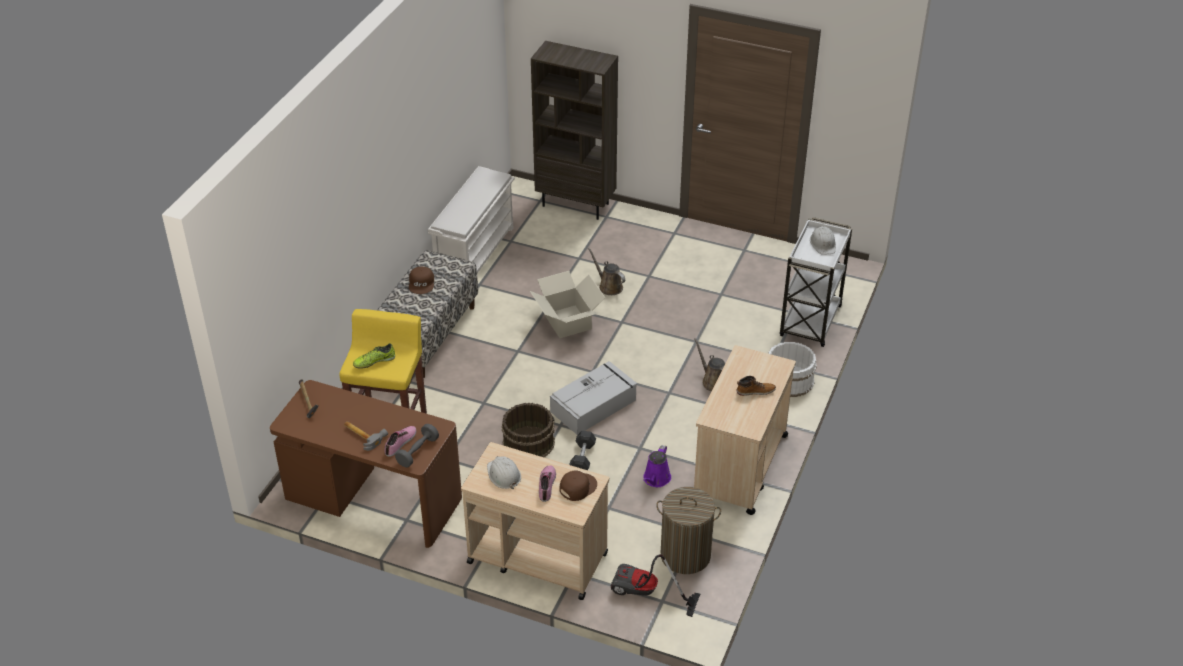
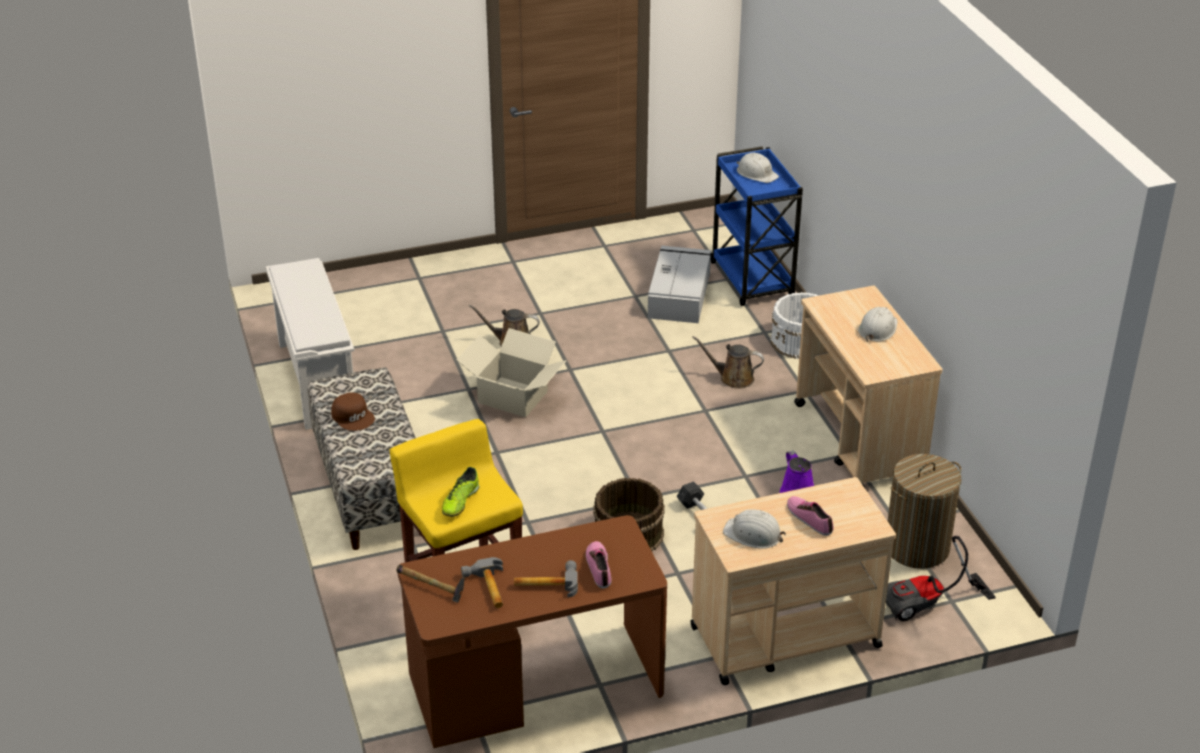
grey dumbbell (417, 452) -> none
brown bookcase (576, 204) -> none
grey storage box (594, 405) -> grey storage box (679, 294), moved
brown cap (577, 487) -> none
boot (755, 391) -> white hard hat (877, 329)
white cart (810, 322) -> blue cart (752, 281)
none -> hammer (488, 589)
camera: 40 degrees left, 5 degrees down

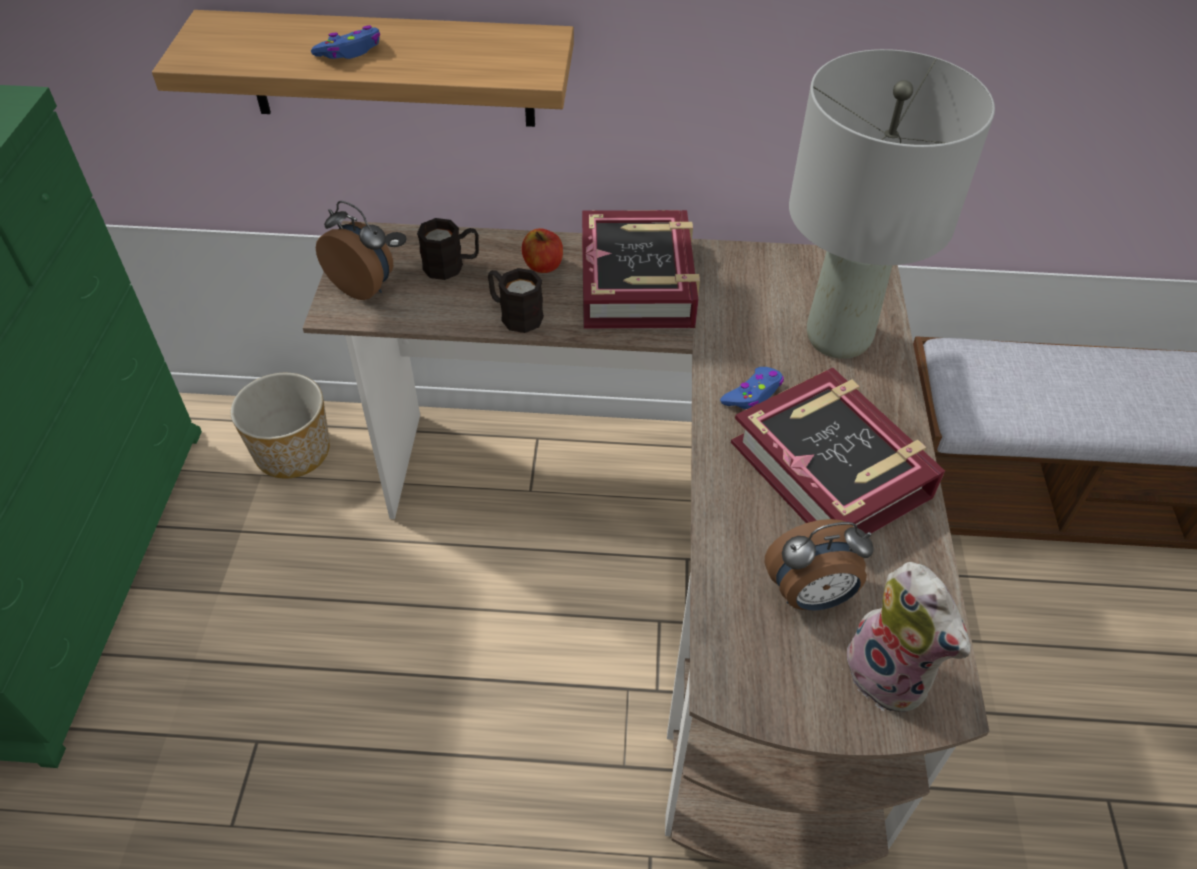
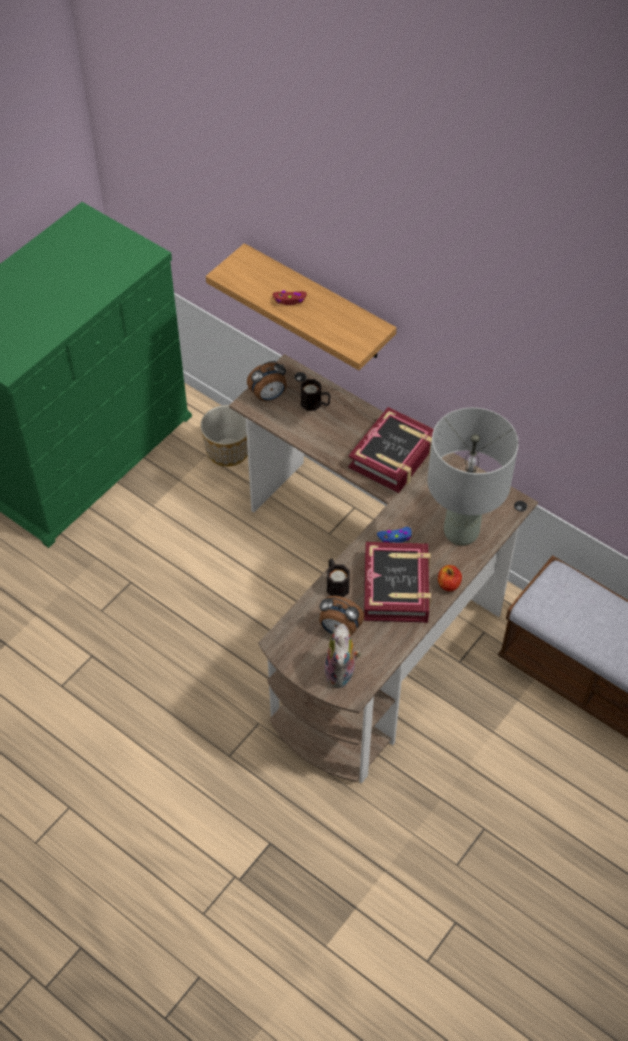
blue game controller (350, 51) -> red game controller (289, 300)
alarm clock (364, 286) -> alarm clock (269, 396), 90 degrees clockwise
black mug (515, 314) -> black mug (336, 584), moved
apple (543, 265) -> apple (448, 584), moved
camera: 35 degrees right, 5 degrees up

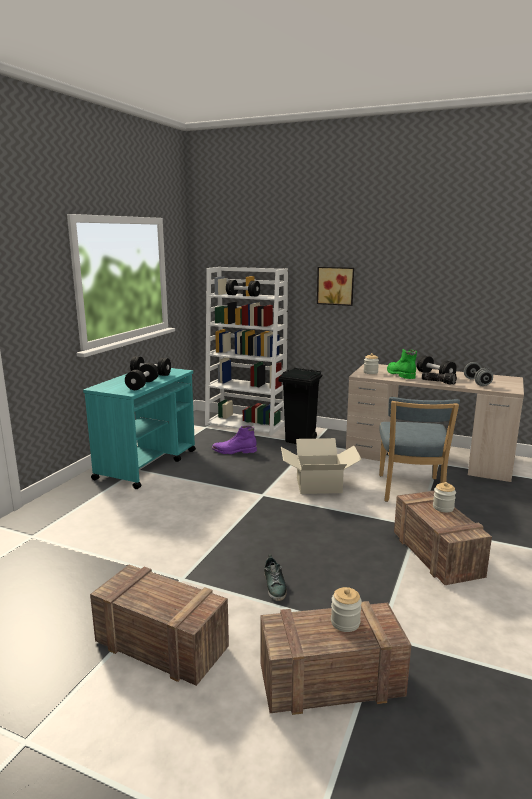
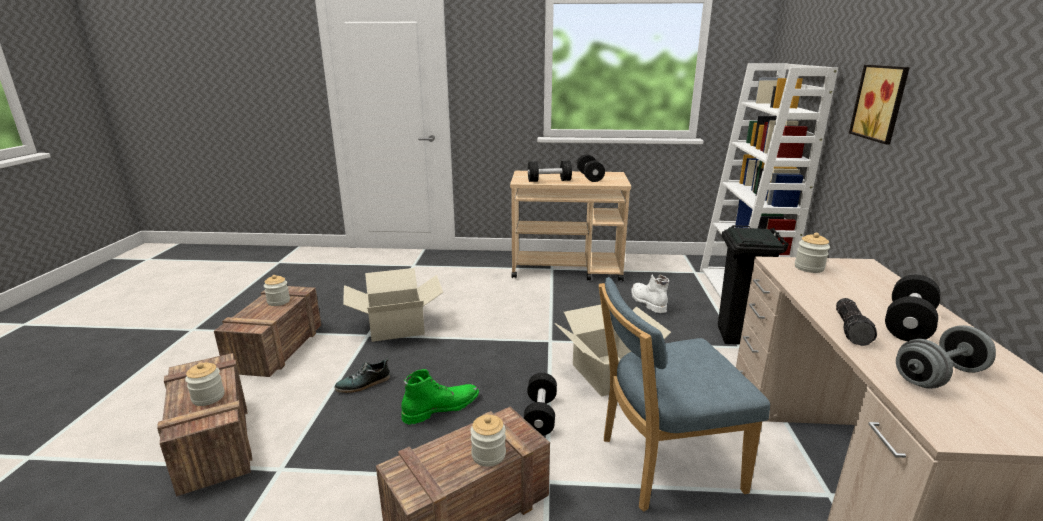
turquoise cart (147, 464) -> beige cart (567, 269)
purple boot (233, 451) -> white boot (646, 301)
black dumbbell (243, 295) -> black dumbbell (540, 415), moved
green boot (399, 374) -> green boot (441, 407), moved
none -> jar (278, 301)
none -> cardboard box (396, 327)
camera: 70 degrees right, 5 degrees up

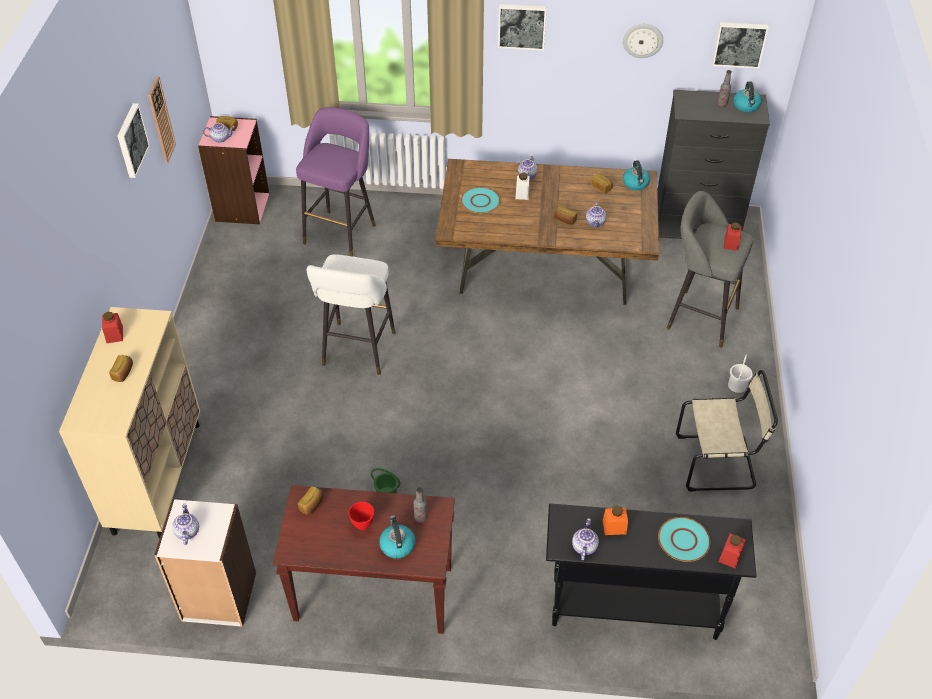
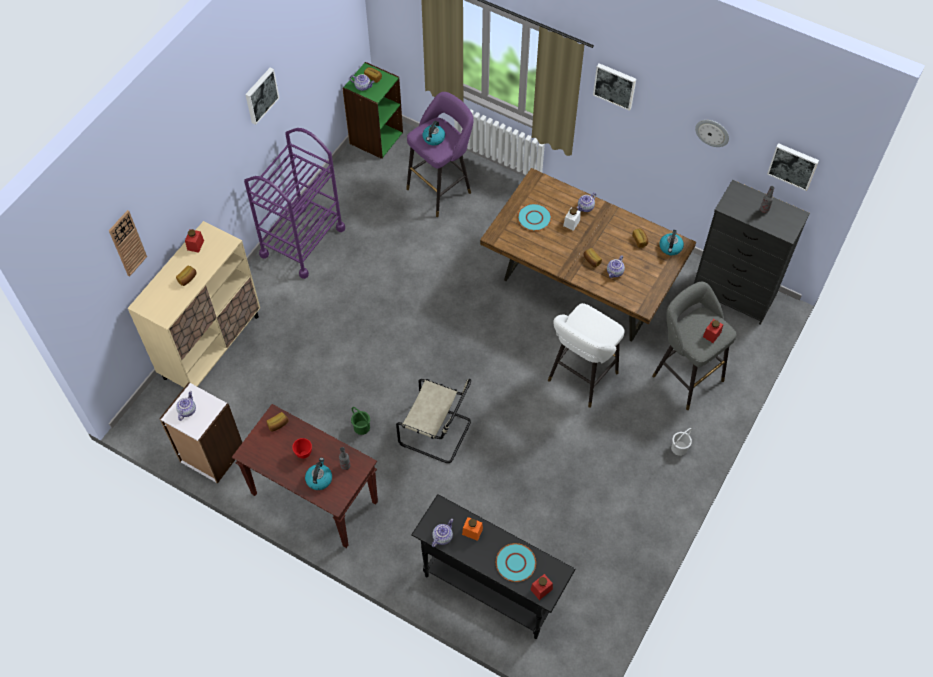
wall clock (161, 120) -> wall clock (127, 243), moved
pink bookcase (241, 207) -> green bookcase (375, 137)
white stool (357, 352) -> white stool (580, 379), moved
beige chair (718, 462) -> beige chair (438, 433), moved
kettle (746, 106) -> kettle (433, 139), moved
none -> purple cart (302, 241)
camera: 25 degrees right, 10 degrees up

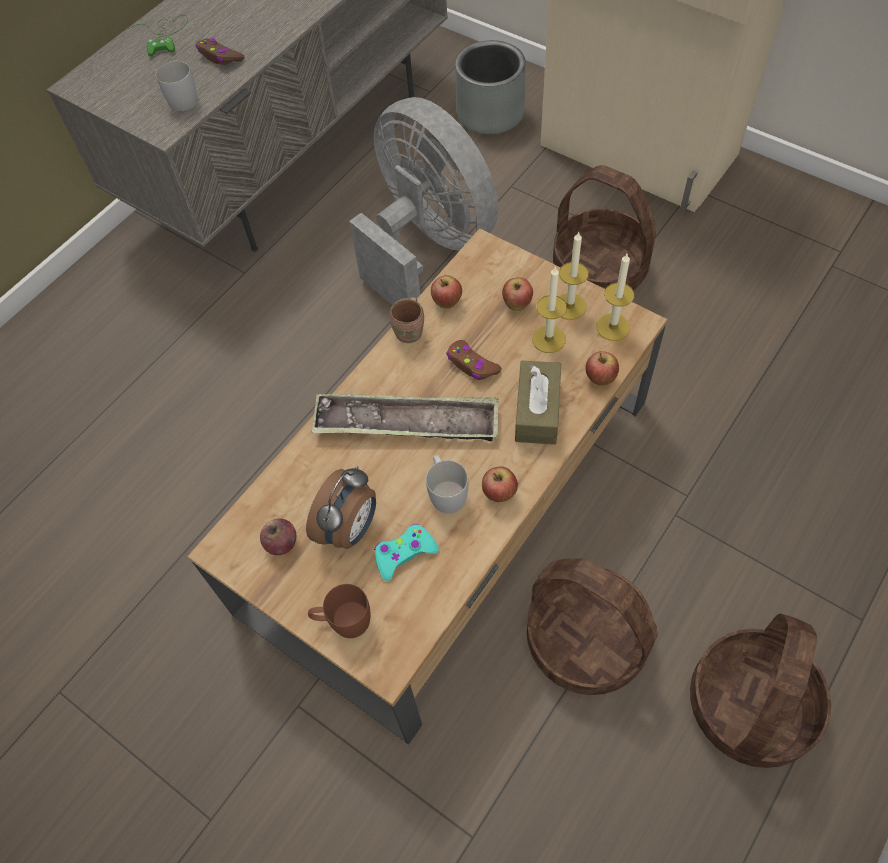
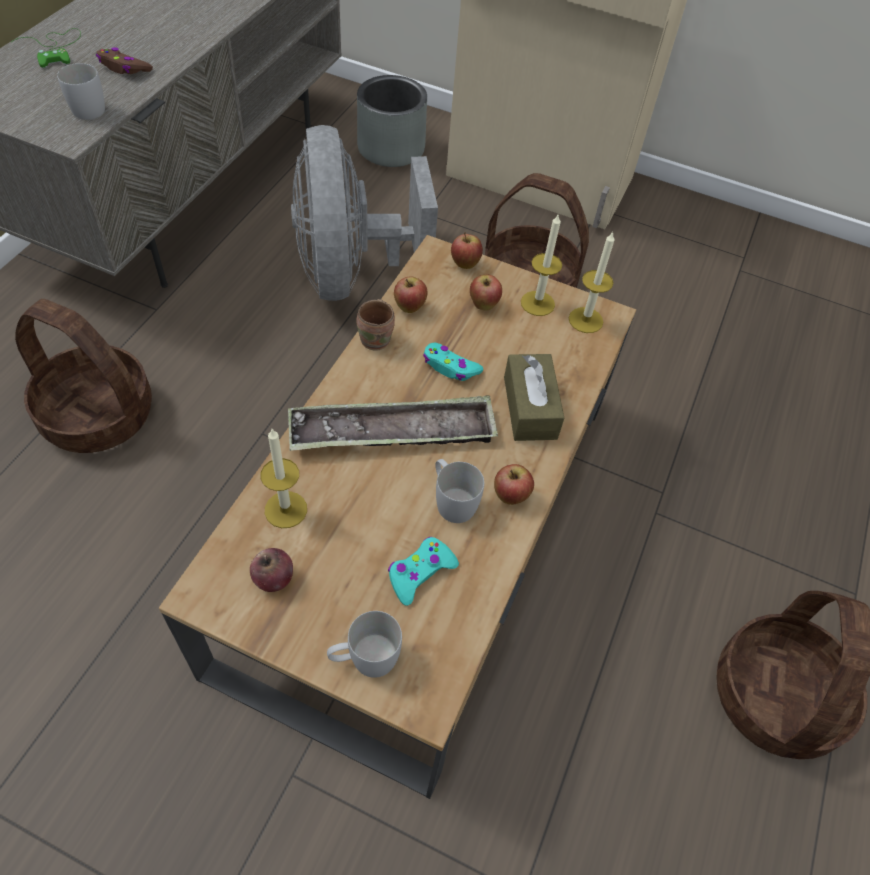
alarm clock (350, 528) -> none
brown mug (343, 621) -> white mug (364, 658)
grey fan (427, 246) -> grey fan (351, 272), 135 degrees counterclockwise
brown game controller (472, 365) -> turquoise game controller (450, 367)
basket (585, 639) -> basket (97, 415), moved
candle (548, 339) -> candle (286, 509), moved
apple (600, 379) -> apple (465, 264), moved
camera: 20 degrees left, 5 degrees down

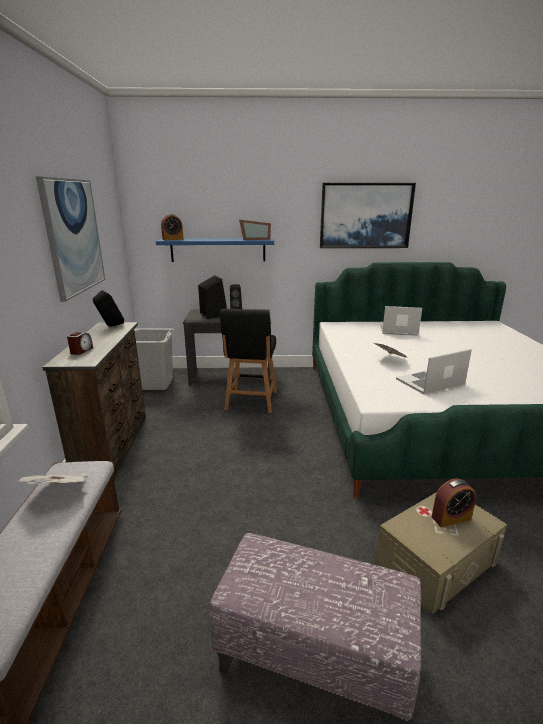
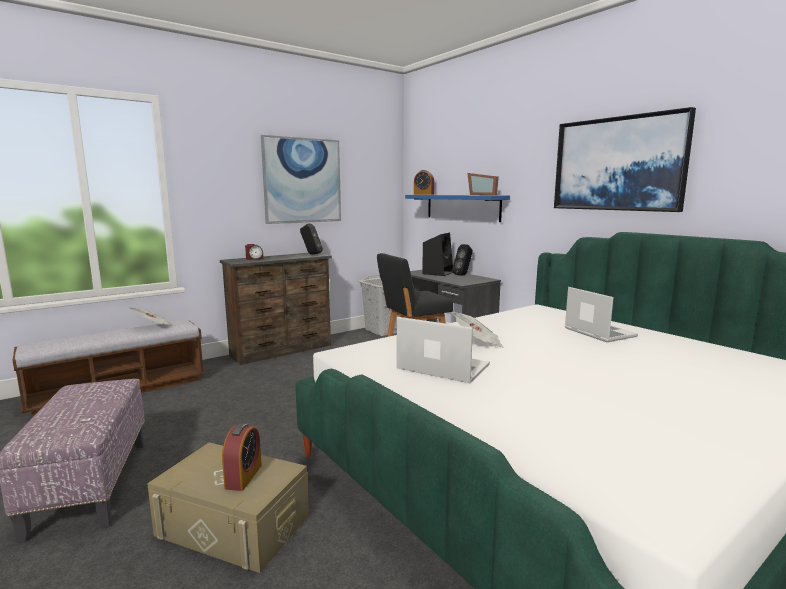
alarm clock (451, 518) -> alarm clock (243, 476), 120 degrees counterclockwise
camera: 55 degrees right, 10 degrees down

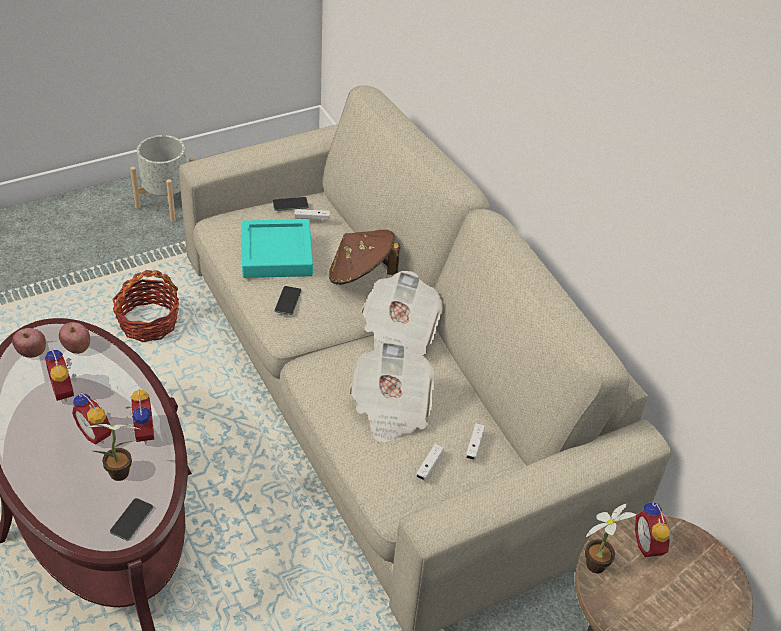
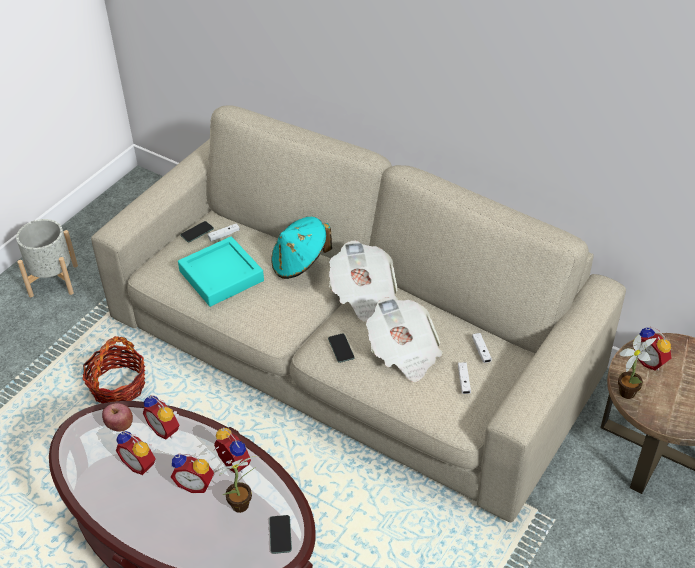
apple (32, 352) -> none
phone (288, 301) -> phone (341, 348), moved
brown hat (361, 275) -> turquoise hat (300, 263)
none -> alarm clock (166, 429)
camera: 25 degrees left, 0 degrees up

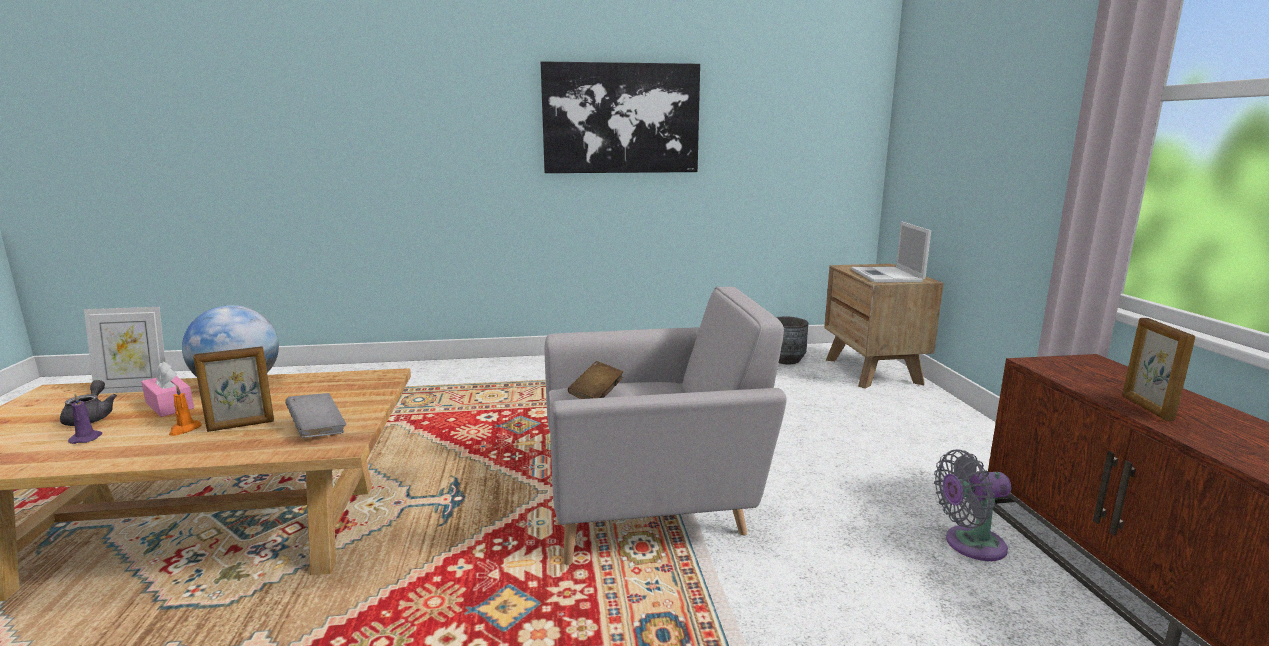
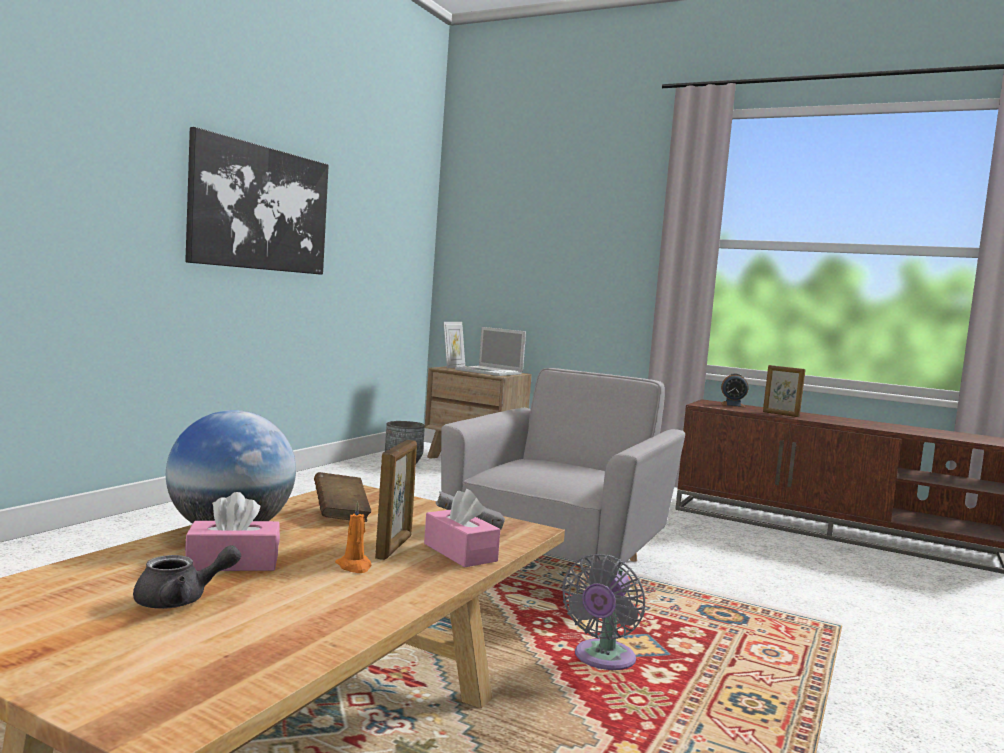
grey teapot (91, 417) -> grey teapot (181, 600), 135 degrees clockwise
purple candle (87, 438) -> none
picture frame (135, 389) -> picture frame (453, 367), moved
brown book (596, 395) -> brown book (341, 514), moved
grey fan (969, 544) -> grey fan (602, 660), moved
none -> pink tissue box (460, 552)
none -> alarm clock (732, 405)
camera: 55 degrees left, 10 degrees down

